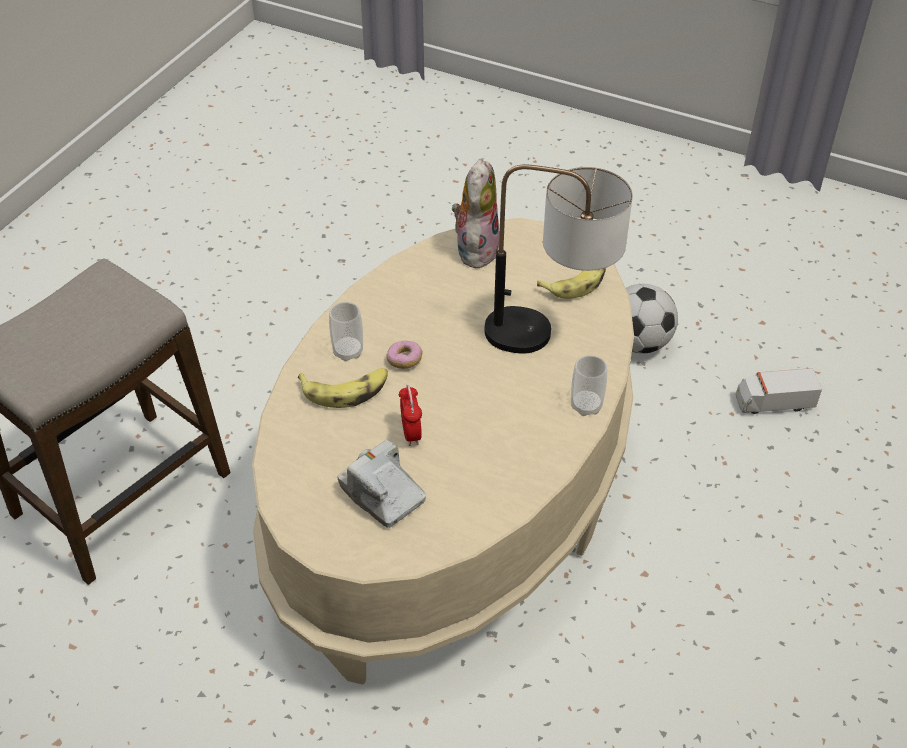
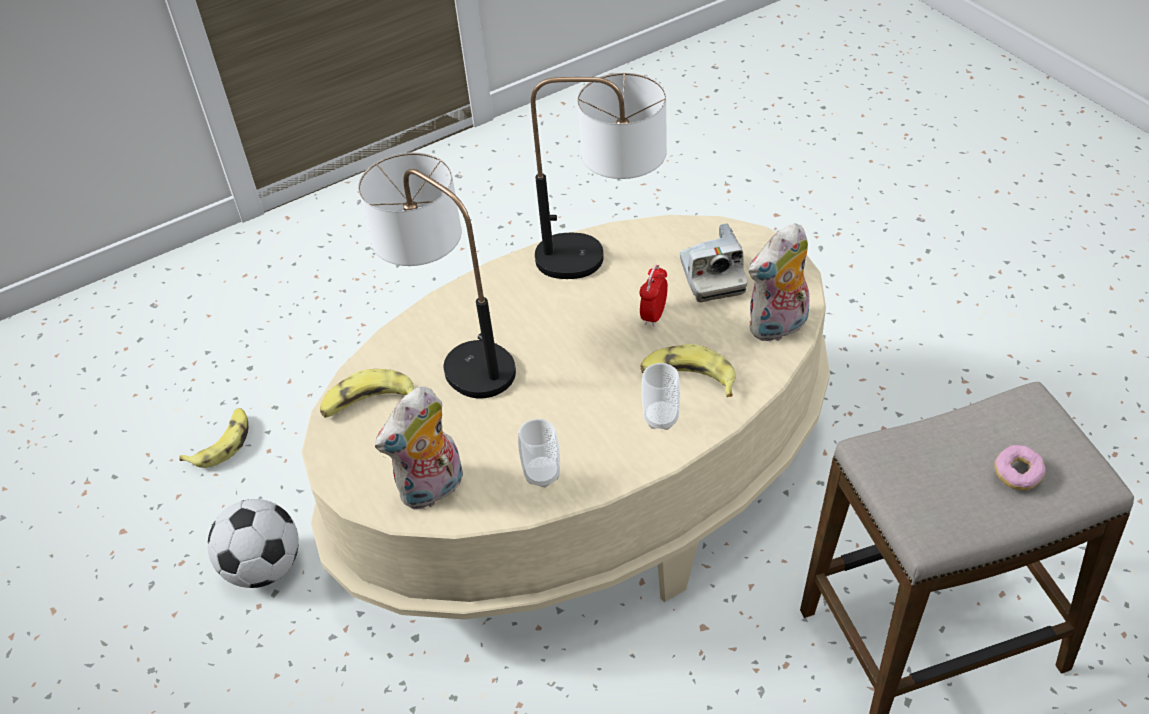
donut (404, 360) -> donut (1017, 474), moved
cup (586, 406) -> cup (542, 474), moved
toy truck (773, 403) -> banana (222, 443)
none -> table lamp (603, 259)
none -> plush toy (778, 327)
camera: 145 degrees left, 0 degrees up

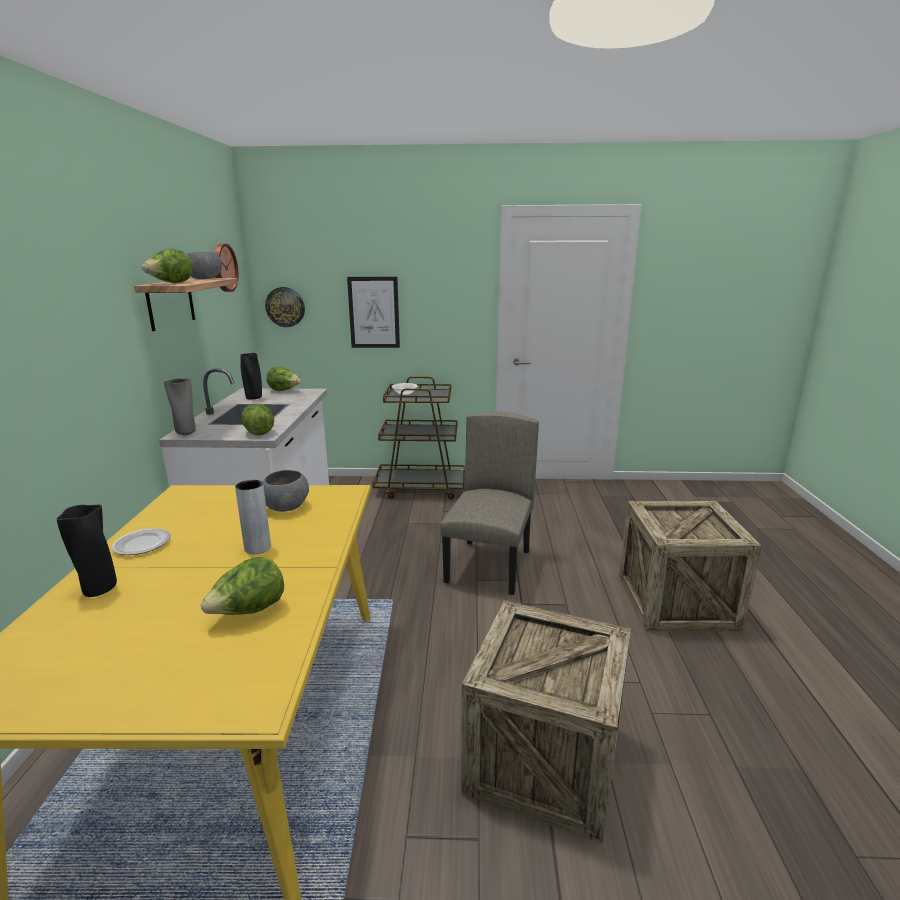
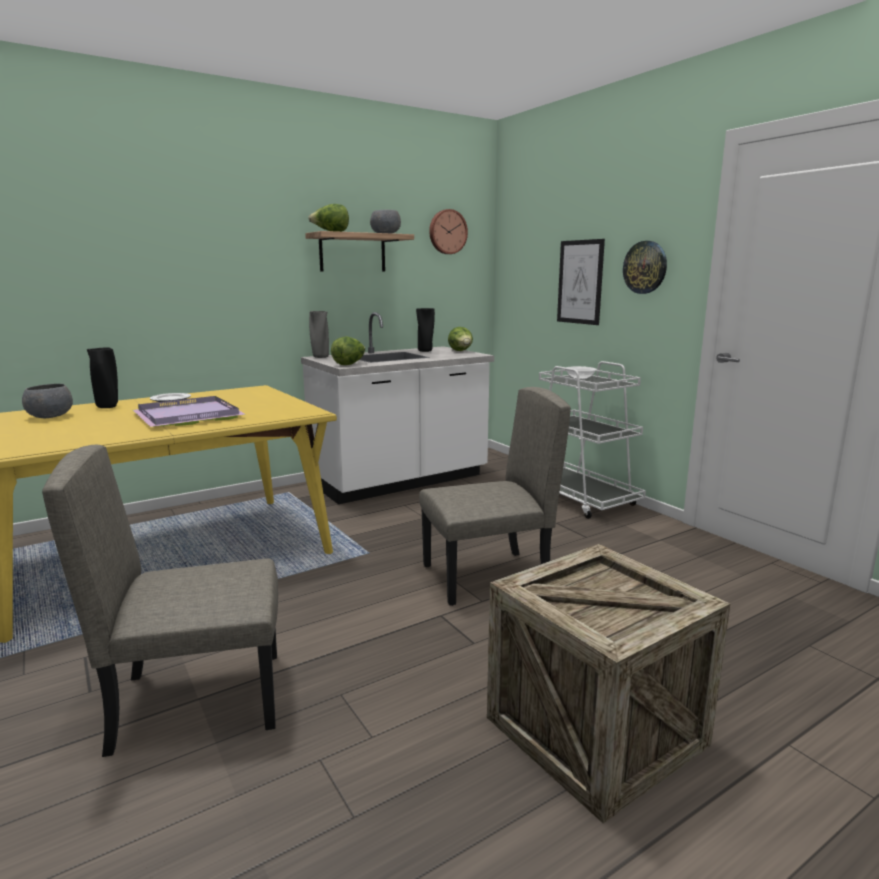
lettuce (249, 612) -> none
grey vase (257, 548) -> purple tray (186, 416)
grey bowl (285, 507) -> grey bowl (50, 416), moved
wall clock (285, 307) -> wall clock (645, 267), moved
brown cart (421, 488) -> white cart (581, 499)
crate (544, 759) -> beige chair (199, 699)
camera: 55 degrees right, 5 degrees down

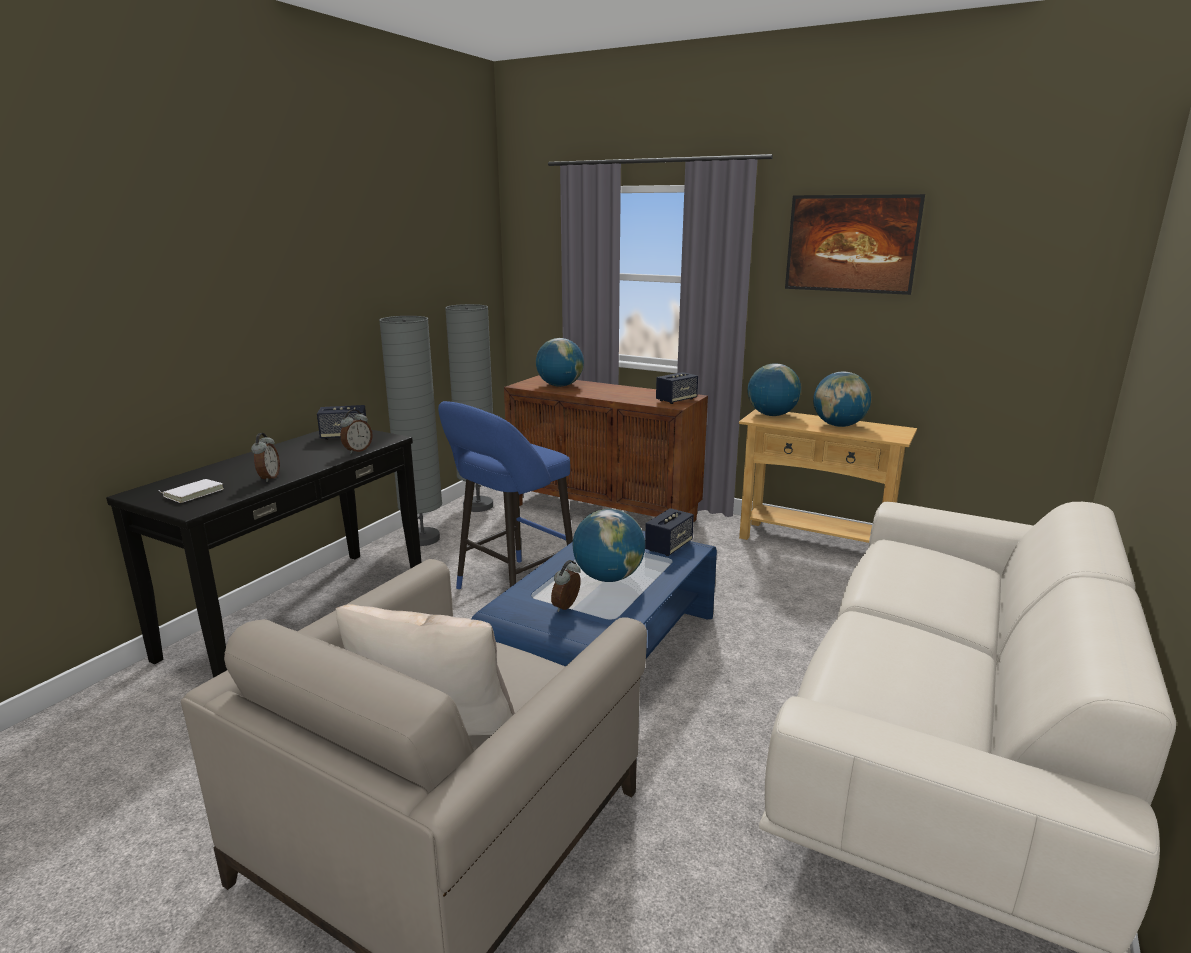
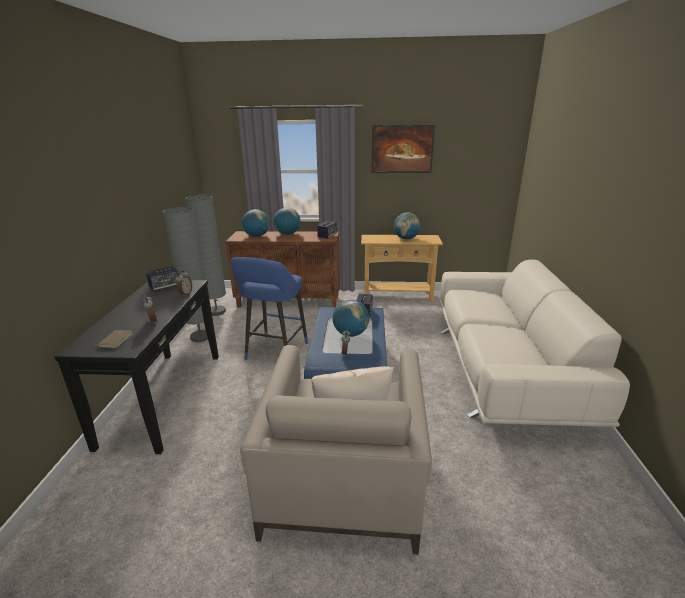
white book (193, 493) -> brown book (115, 340)
globe (771, 415) -> globe (287, 234), moved
camera: 25 degrees left, 5 degrees up

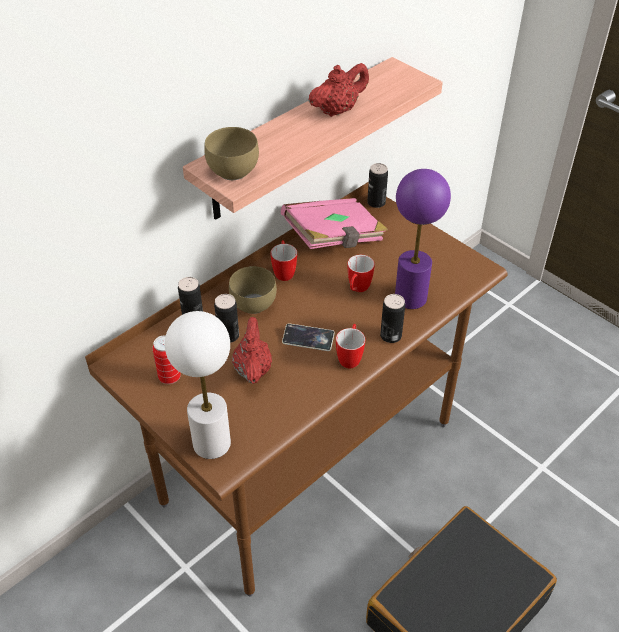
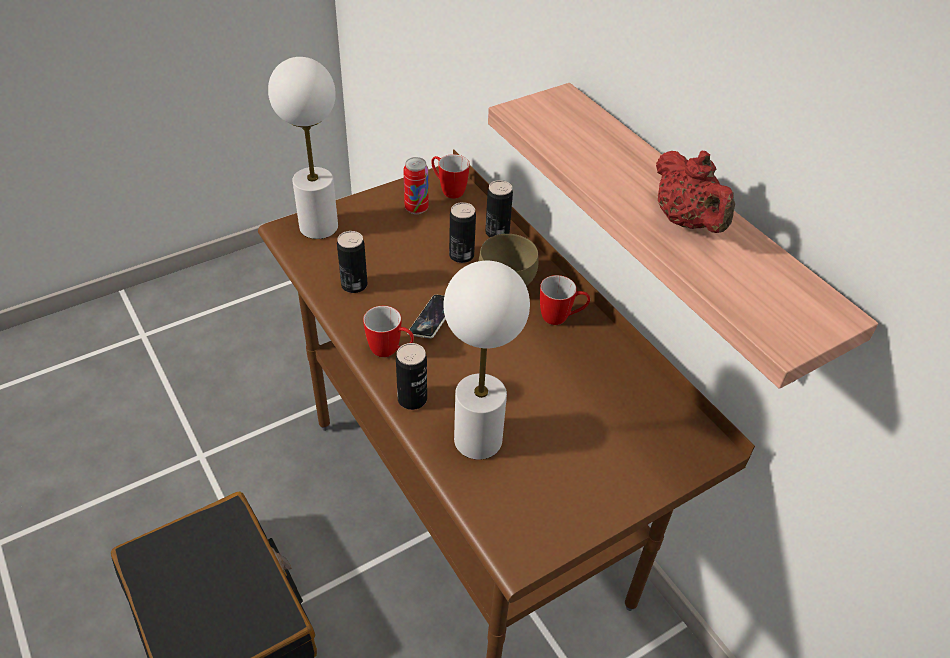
brown bowl (235, 171) -> none
red teapot (252, 369) -> none
pink book (334, 238) -> none
mug (357, 290) -> mug (448, 190), moved
can (376, 202) -> can (354, 285), moved
purple table lamp (411, 297) -> white table lamp (478, 440)
camera: 100 degrees right, 0 degrees up

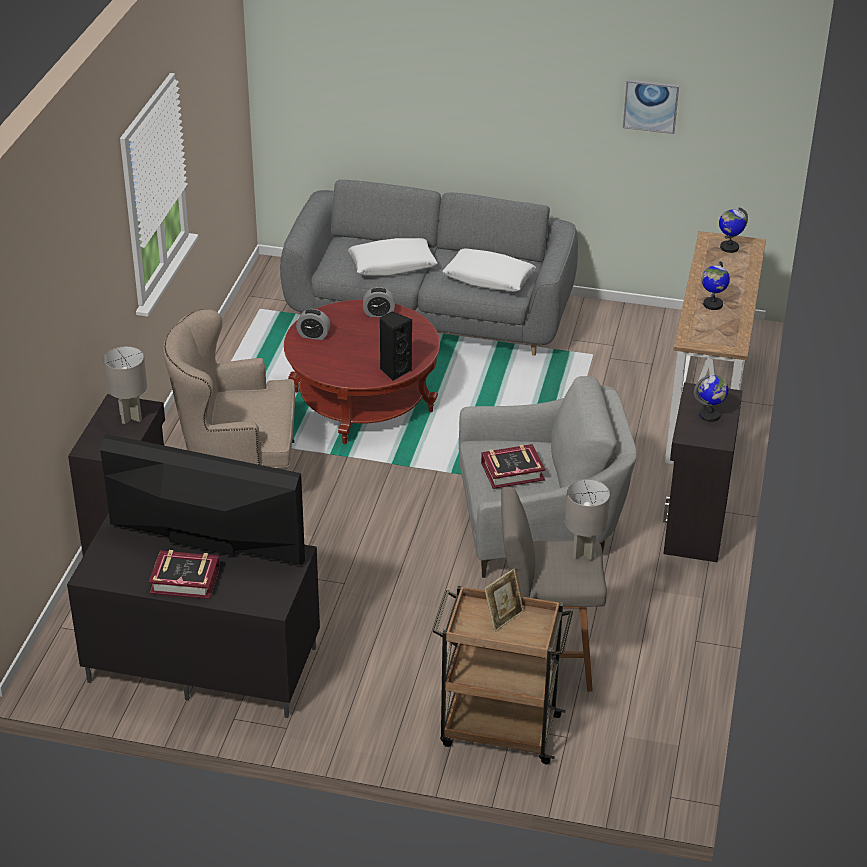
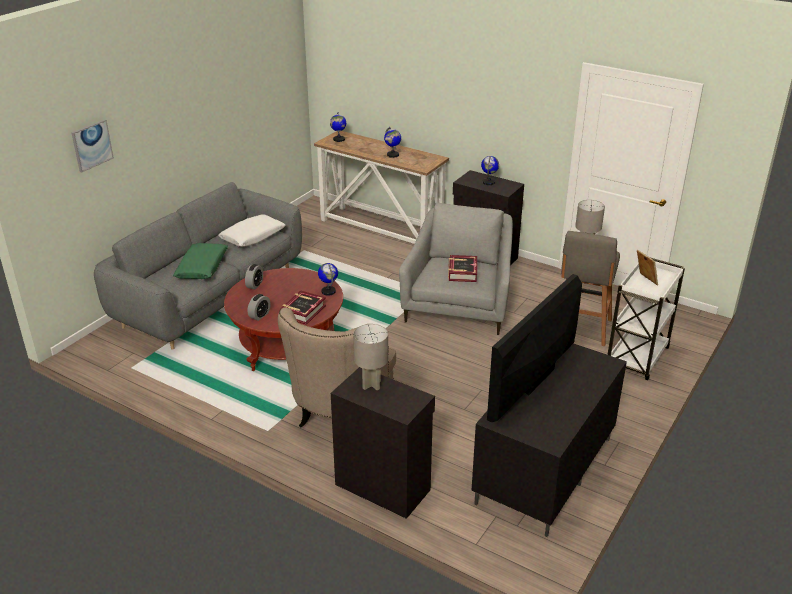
book (185, 580) -> book (303, 311), moved
white pillow (392, 265) -> green pillow (202, 267)
black speaker (394, 371) -> globe (328, 291)
brown cart (498, 730) -> white cart (637, 358)
picture (650, 106) -> picture (92, 145), moved
camera: 70 degrees left, 5 degrees down

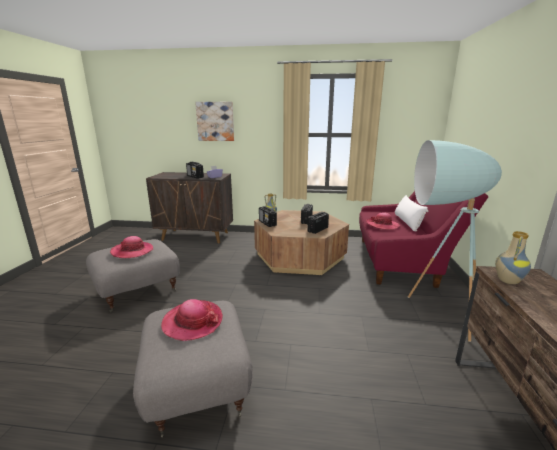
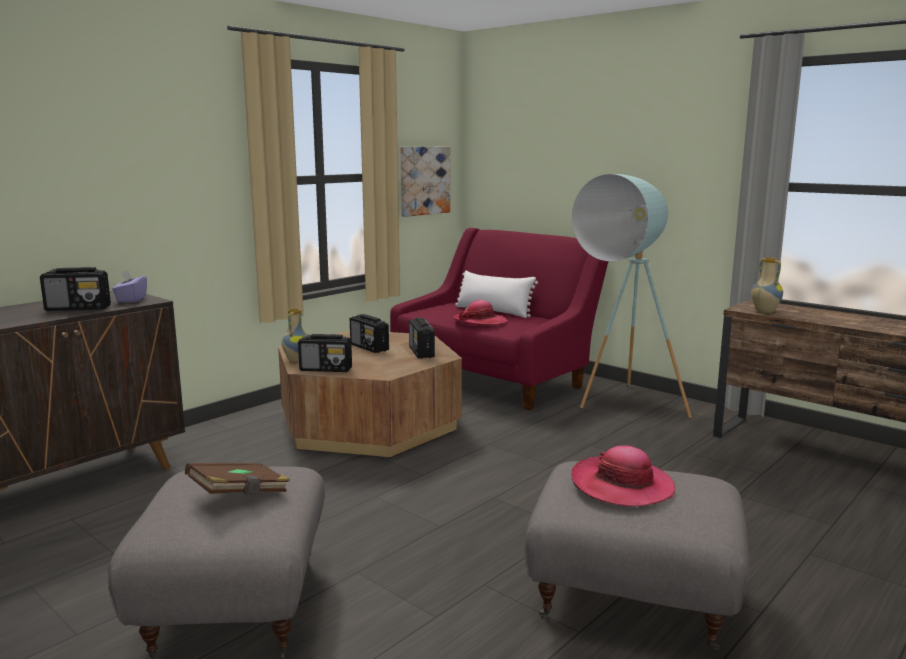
hat (132, 251) -> brown book (240, 495)
picture (215, 121) -> picture (424, 180), moved
camera: 55 degrees left, 5 degrees down

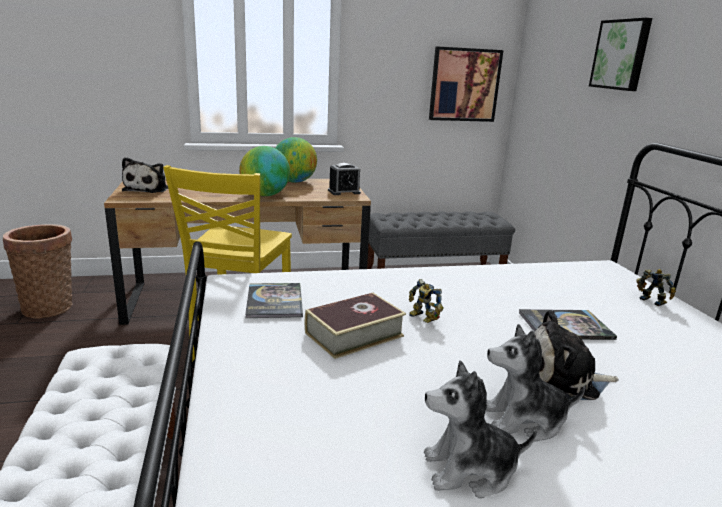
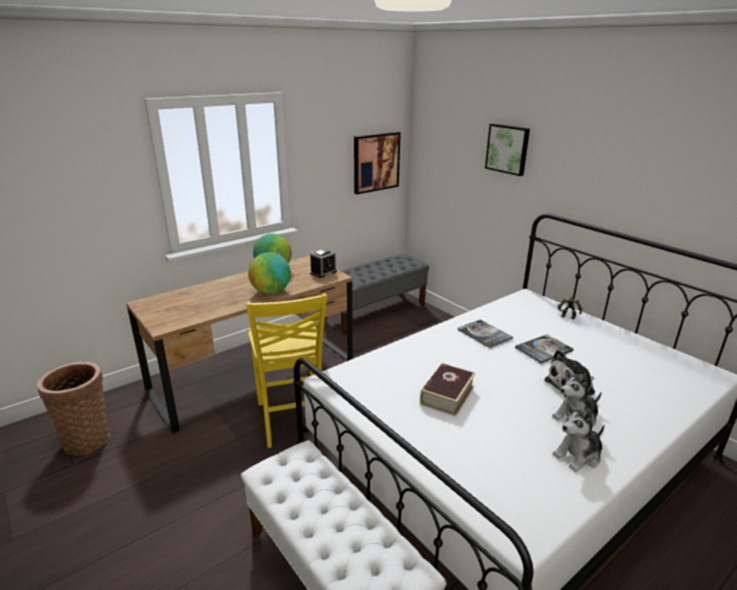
plush toy (148, 189) -> none
book (274, 301) -> book (484, 334), moved
toy robot (422, 318) -> none
camera: 25 degrees left, 5 degrees up

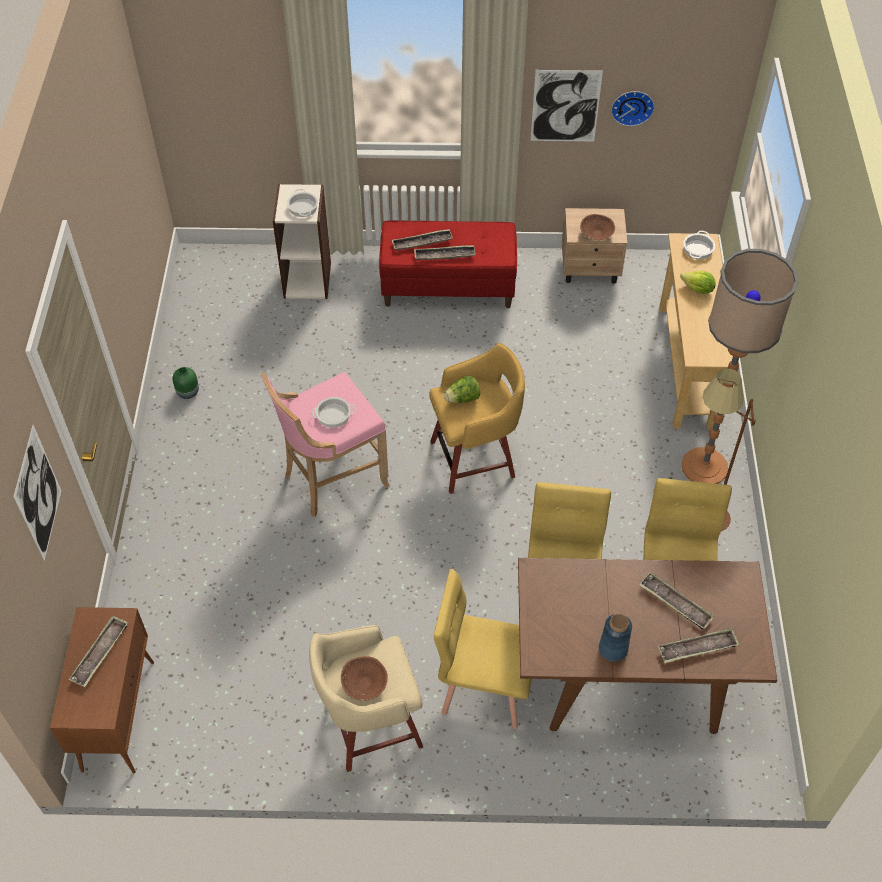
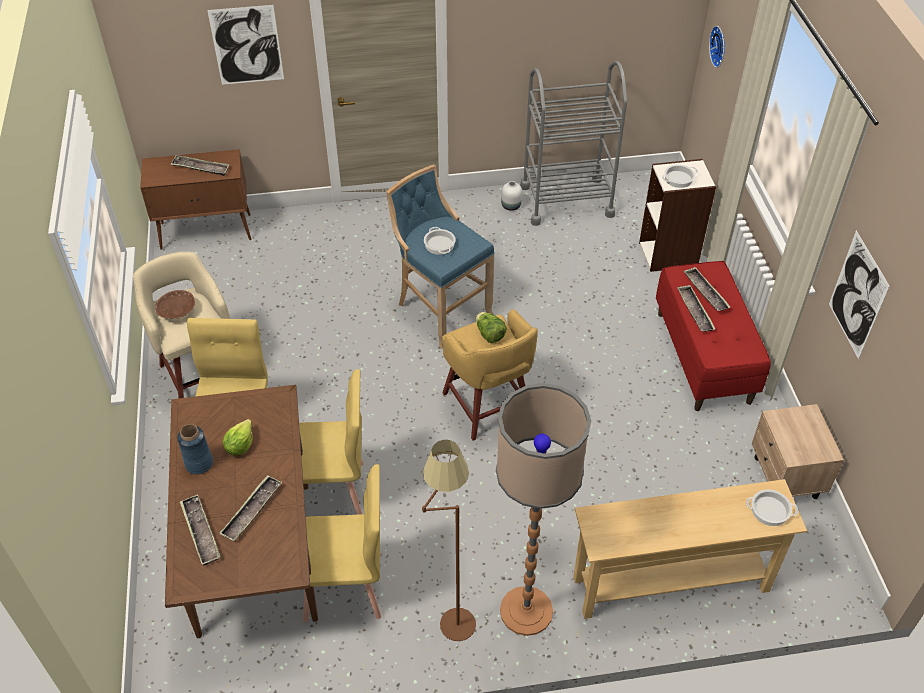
green vase (187, 391) -> white vase (511, 205)
pink stool (331, 479) -> blue stool (440, 309)
brown bowl (596, 234) -> none
wall clock (632, 106) -> wall clock (719, 46), moved
lettuce (697, 289) -> lettuce (240, 445), moved
none -> grey cart (566, 200)
camera: 80 degrees right, 5 degrees down

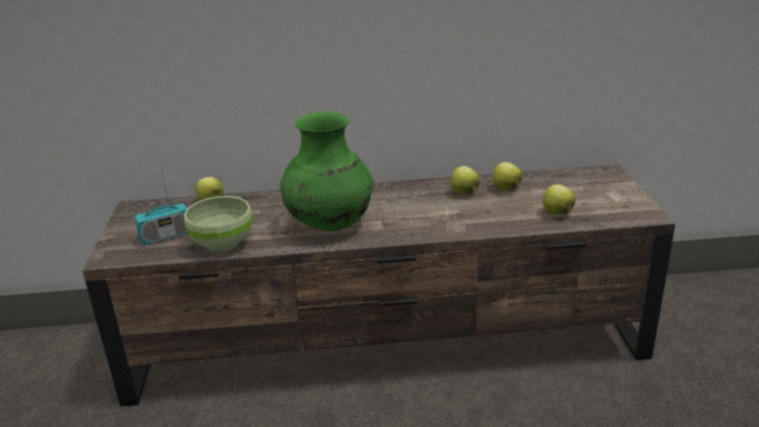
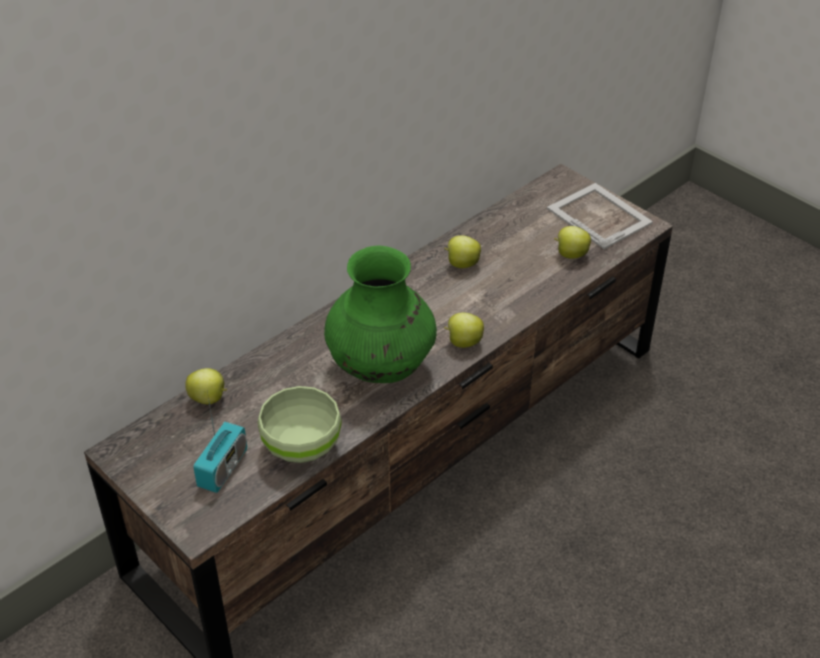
apple (505, 188) -> apple (463, 342), moved
none -> picture frame (599, 215)
camera: 40 degrees left, 15 degrees up

